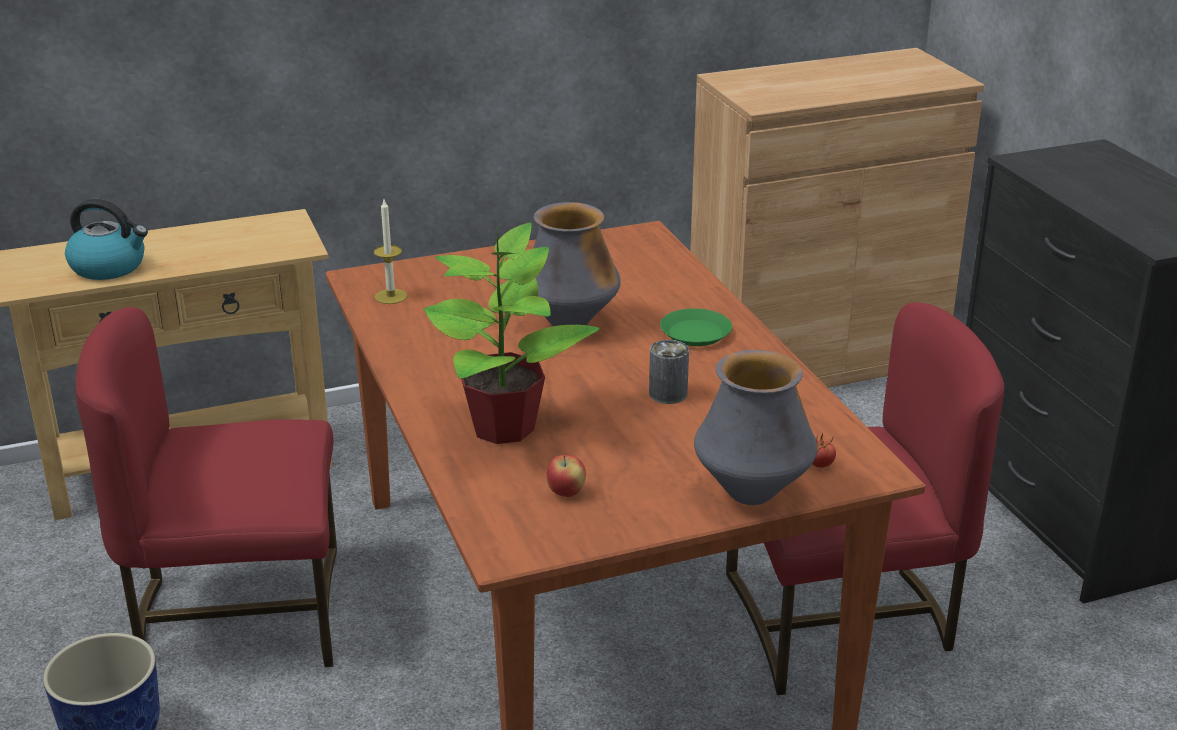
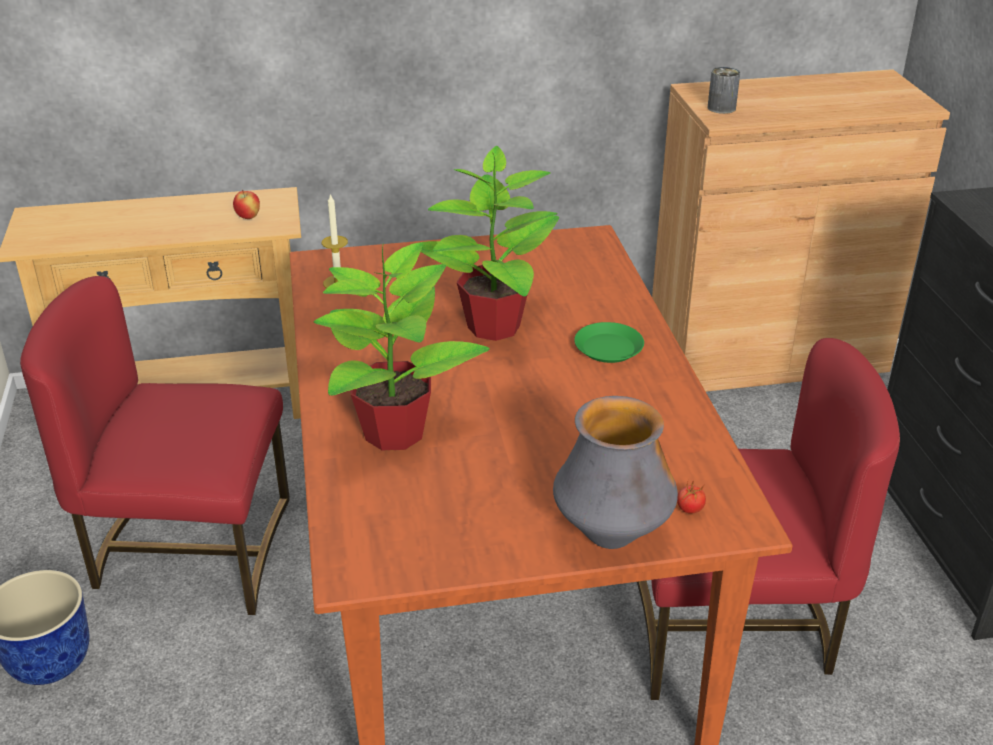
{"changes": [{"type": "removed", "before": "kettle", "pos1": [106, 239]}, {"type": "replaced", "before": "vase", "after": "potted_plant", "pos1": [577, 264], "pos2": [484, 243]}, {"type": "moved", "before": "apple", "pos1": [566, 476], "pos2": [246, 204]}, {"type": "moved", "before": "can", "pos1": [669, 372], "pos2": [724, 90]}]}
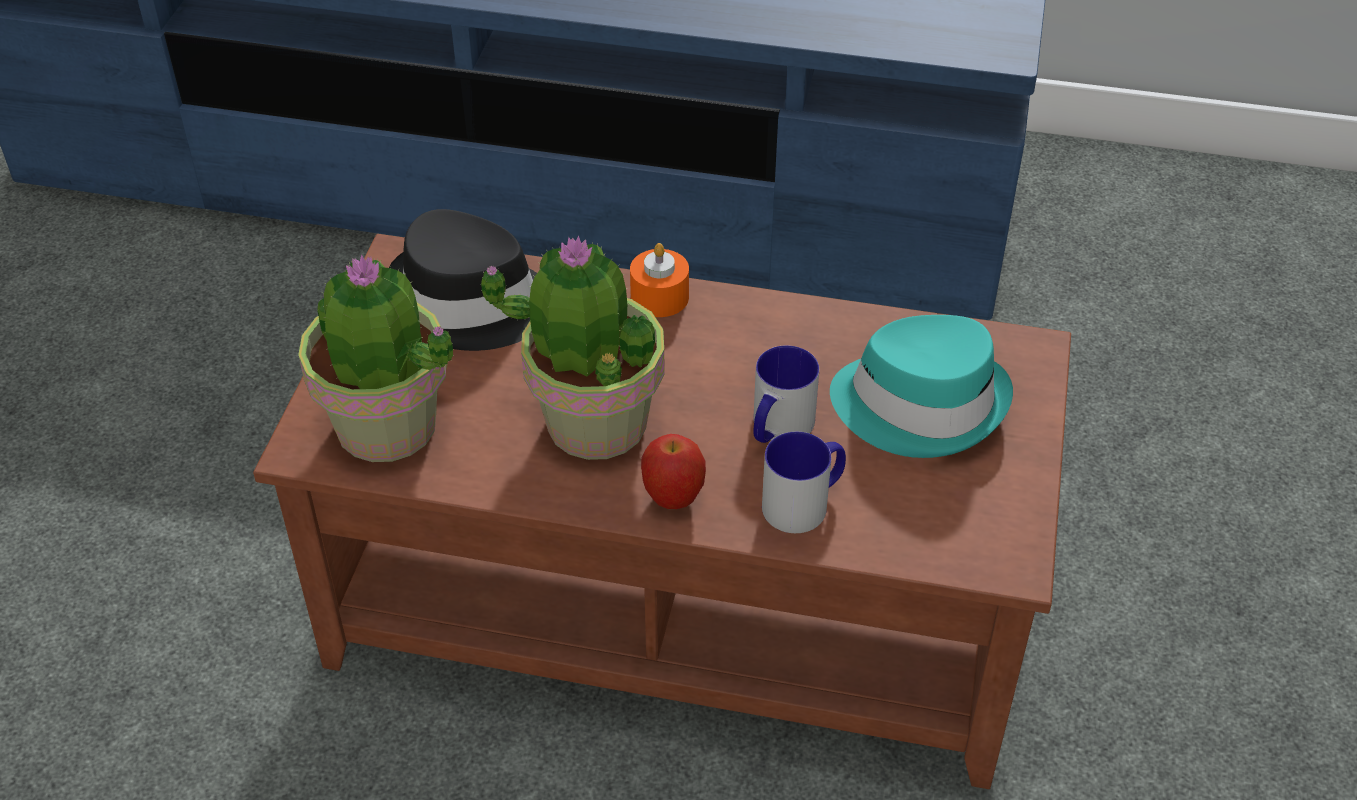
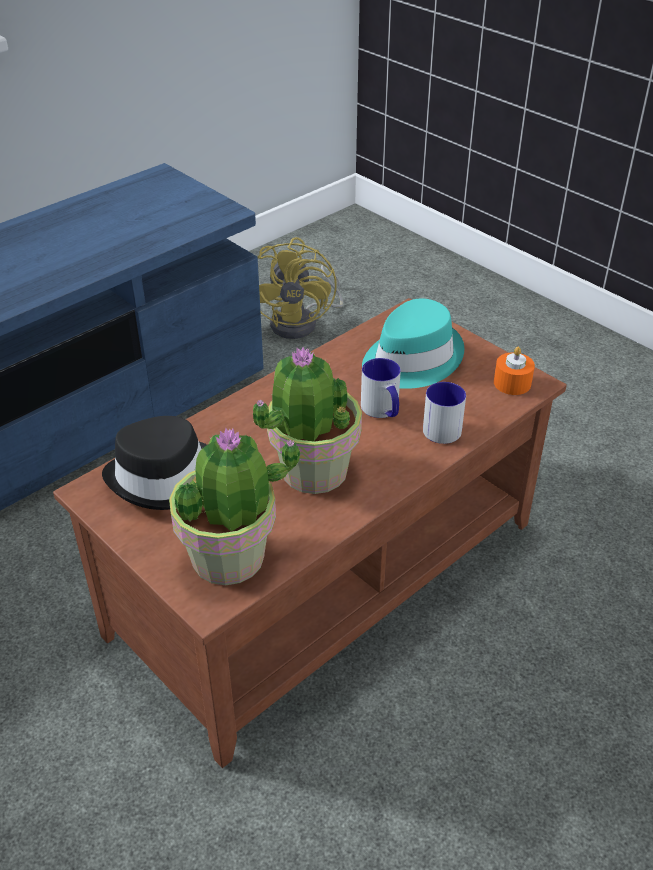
{"changes": [{"type": "moved", "before": "orange_candle", "pos1": [659, 280], "pos2": [514, 371]}, {"type": "removed", "before": "apple", "pos1": [673, 471]}, {"type": "added", "after": "yellow_fan", "pos2": [300, 288]}]}
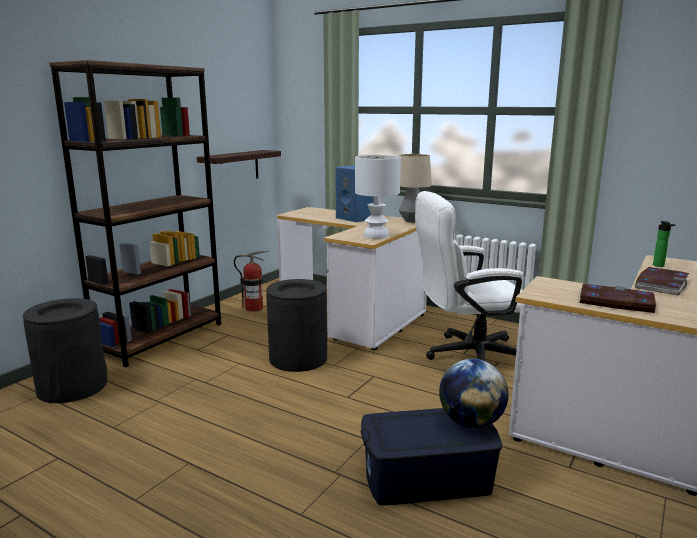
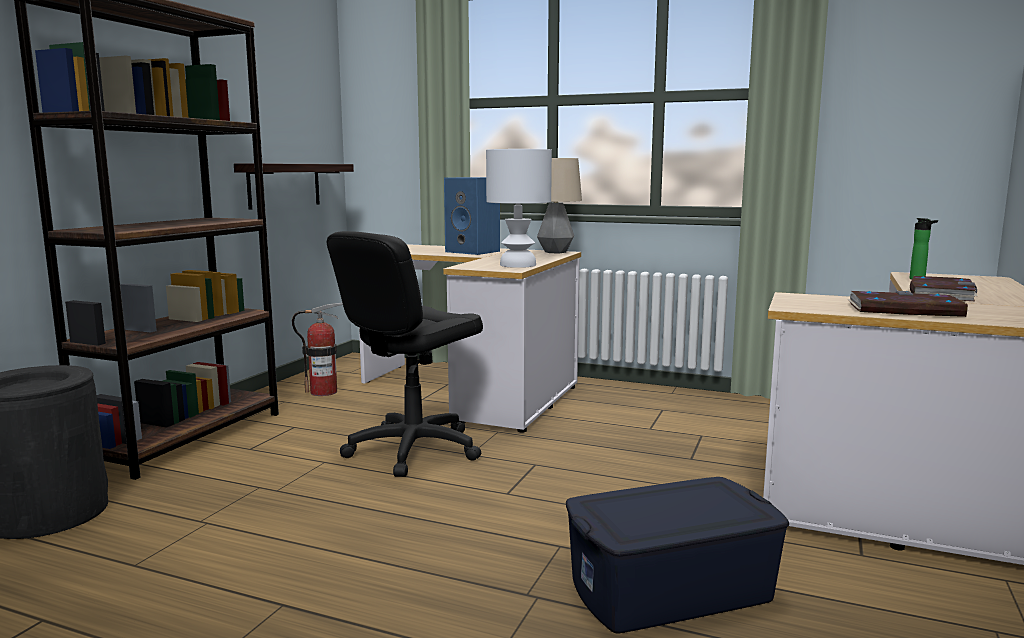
{"changes": [{"type": "replaced", "before": "black_trash_can", "after": "black_office_chair", "pos1": [296, 325], "pos2": [405, 354]}, {"type": "removed", "before": "white_office_chair", "pos1": [469, 276]}, {"type": "removed", "before": "globe", "pos1": [473, 393]}]}
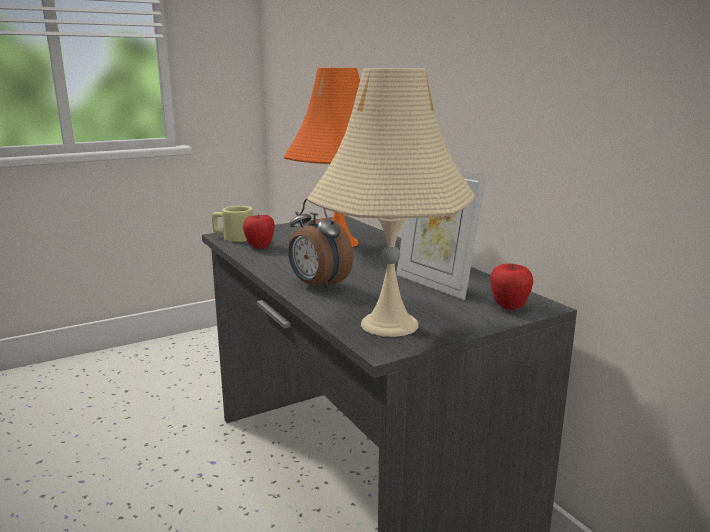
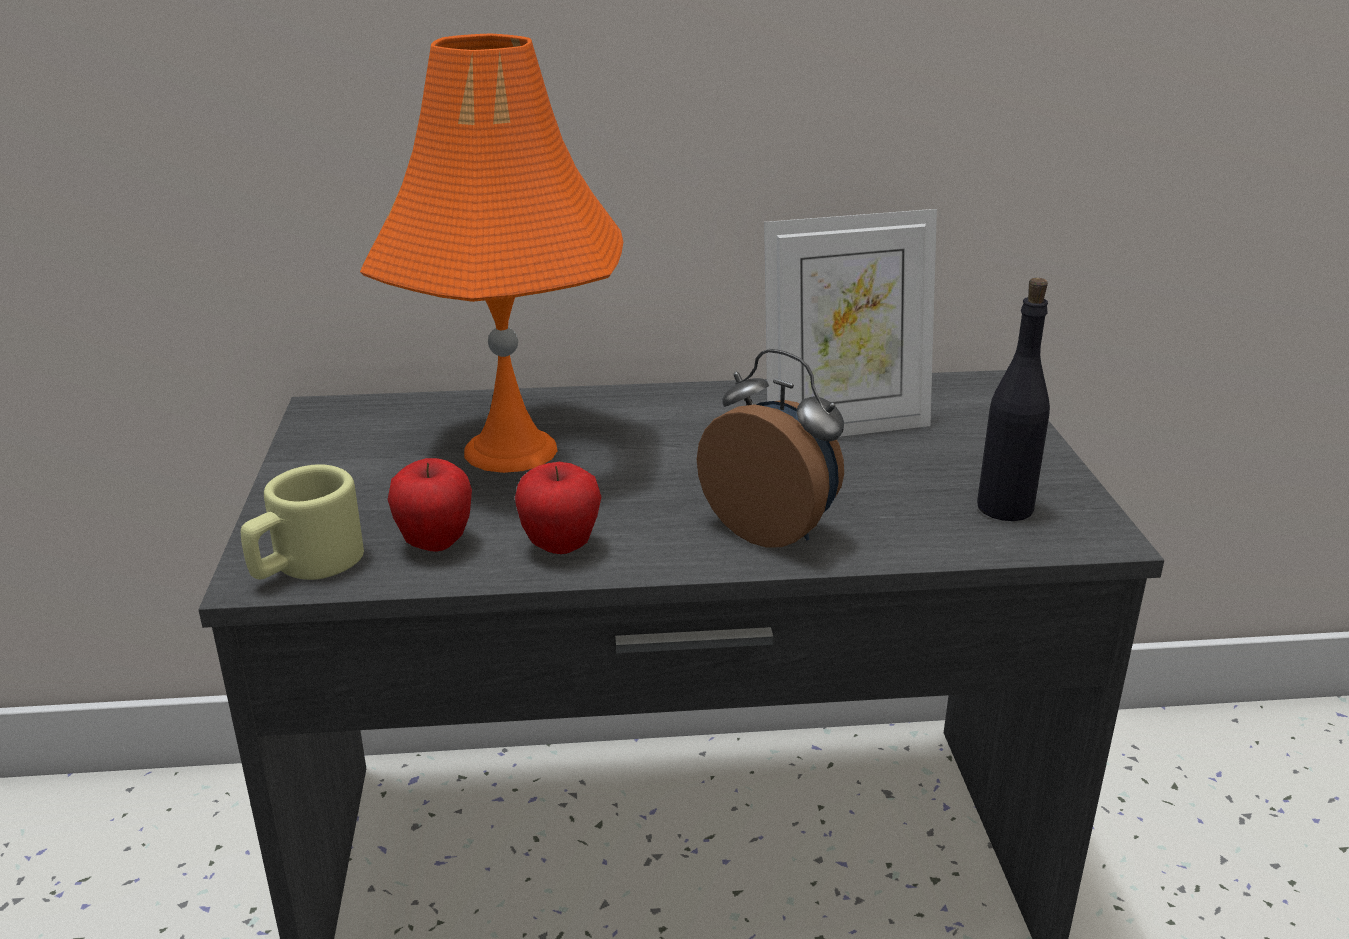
{"changes": [{"type": "turned", "before": "alarm_clock", "pos1": [320, 245], "pos2": [770, 448], "turn": -120}, {"type": "replaced", "before": "beige_table_lamp", "after": "black_bottle", "pos1": [391, 202], "pos2": [1013, 399]}, {"type": "moved", "before": "apple", "pos1": [511, 286], "pos2": [558, 508]}]}
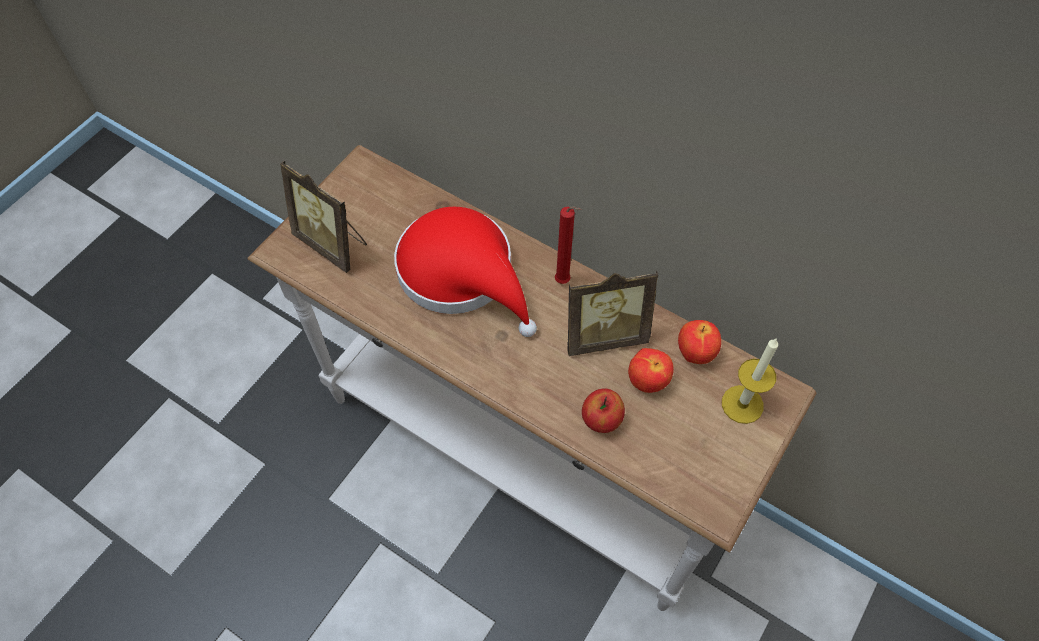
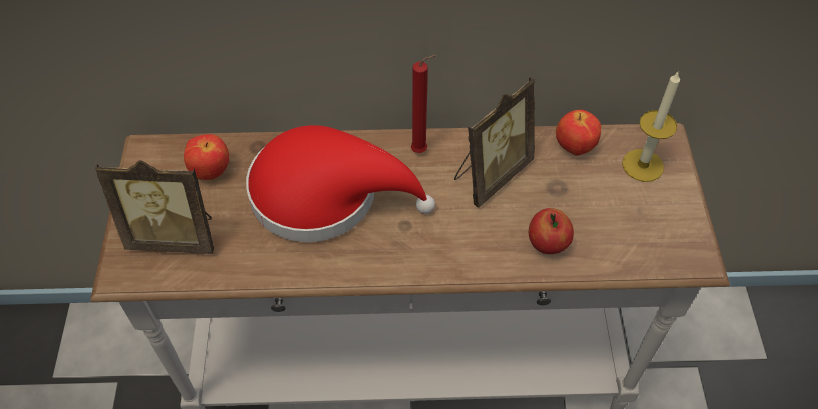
{"changes": [{"type": "moved", "before": "apple", "pos1": [651, 370], "pos2": [206, 157]}]}
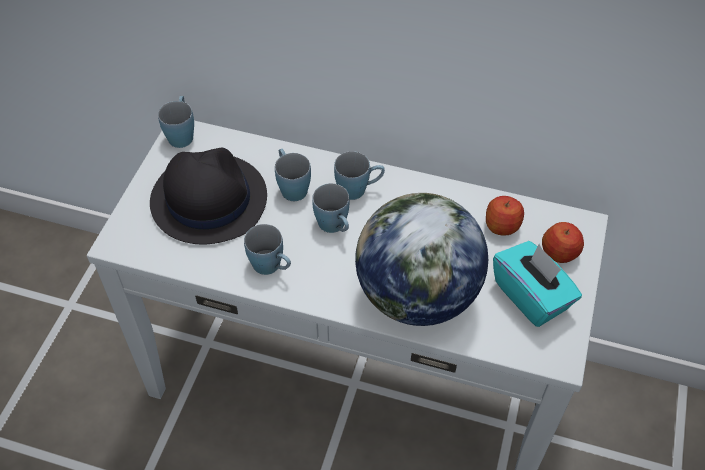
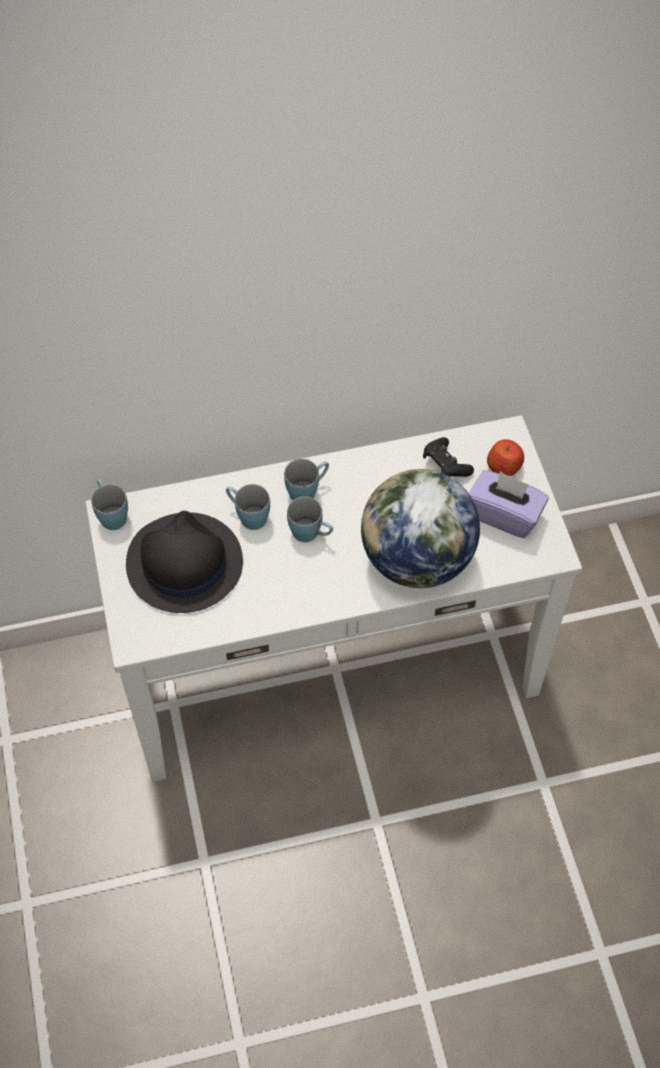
{"changes": [{"type": "removed", "before": "blue_mug", "pos1": [267, 249]}, {"type": "replaced", "before": "apple", "after": "black_game_controller", "pos1": [505, 216], "pos2": [448, 457]}, {"type": "recoloured", "before": "turquoise_tissue_box", "after": "purple_tissue_box", "pos1": [537, 284], "pos2": [509, 504]}]}
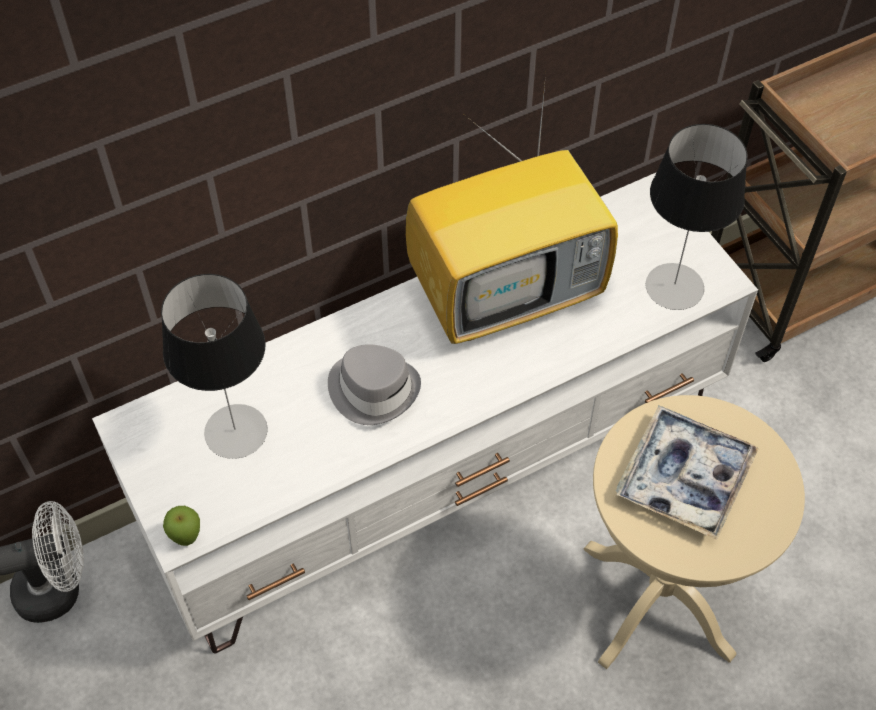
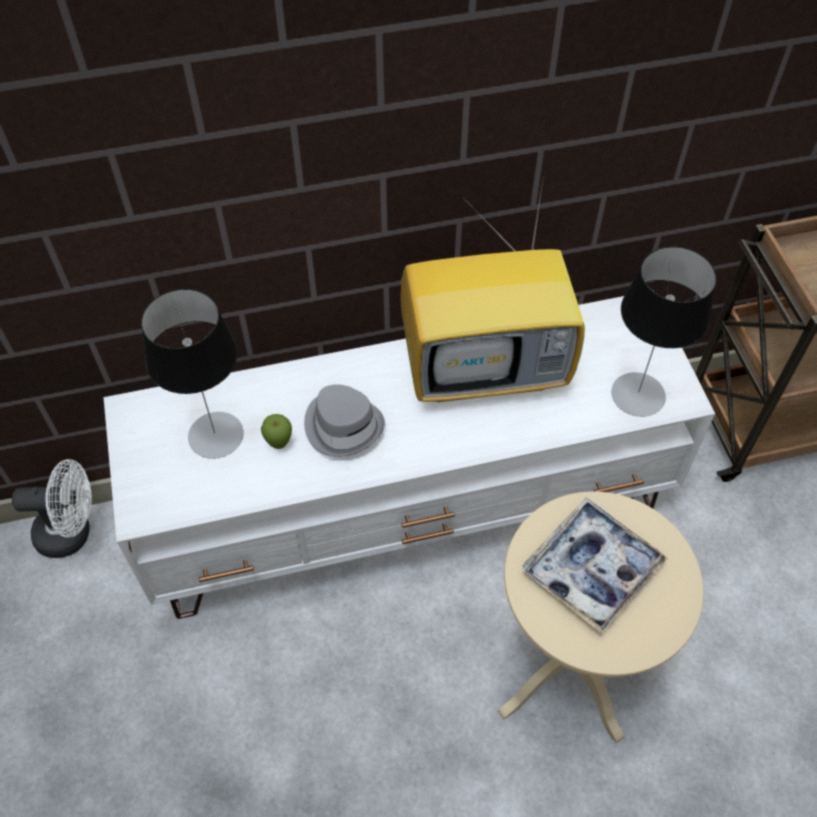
{"changes": [{"type": "moved", "before": "apple", "pos1": [181, 526], "pos2": [276, 431]}]}
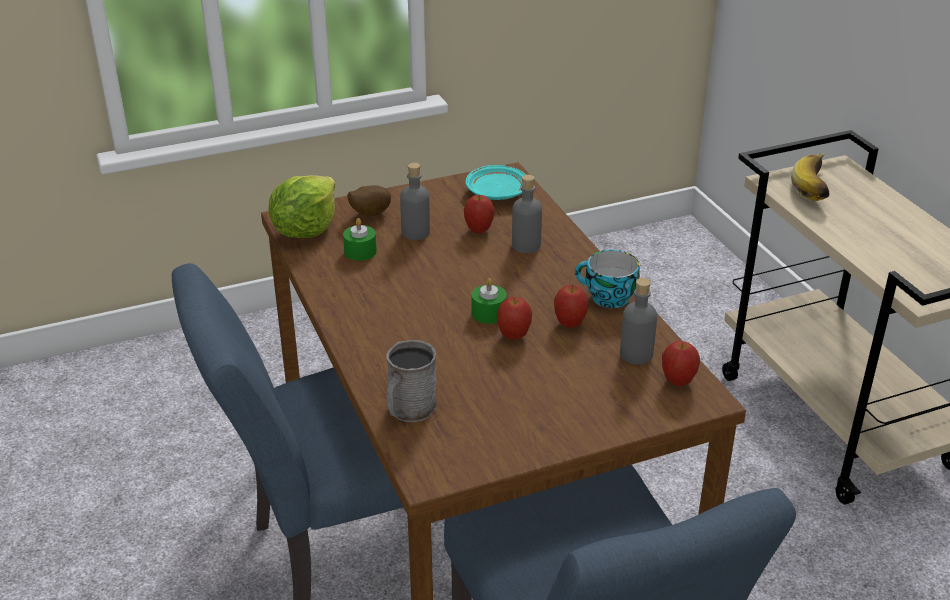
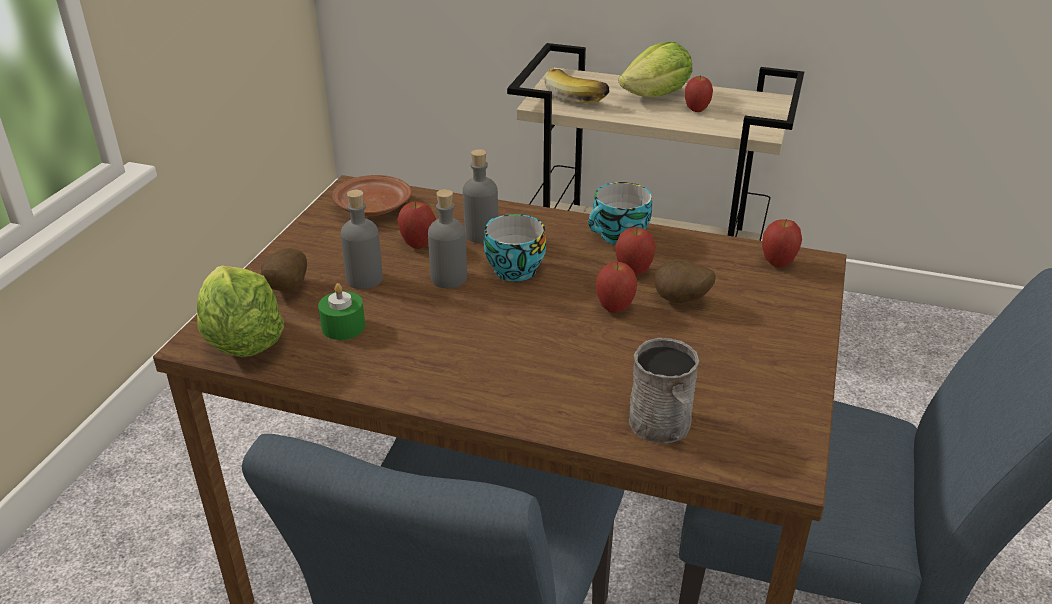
{"changes": [{"type": "recoloured", "before": "turquoise_plate", "after": "brown_plate", "pos1": [495, 182], "pos2": [372, 195]}, {"type": "removed", "before": "green_candle", "pos1": [489, 301]}, {"type": "moved", "before": "grey_bottle", "pos1": [638, 321], "pos2": [447, 238]}, {"type": "added", "after": "cup", "pos2": [515, 247]}, {"type": "added", "after": "lettuce", "pos2": [655, 69]}, {"type": "added", "after": "potato", "pos2": [685, 281]}, {"type": "added", "after": "apple", "pos2": [699, 94]}]}
